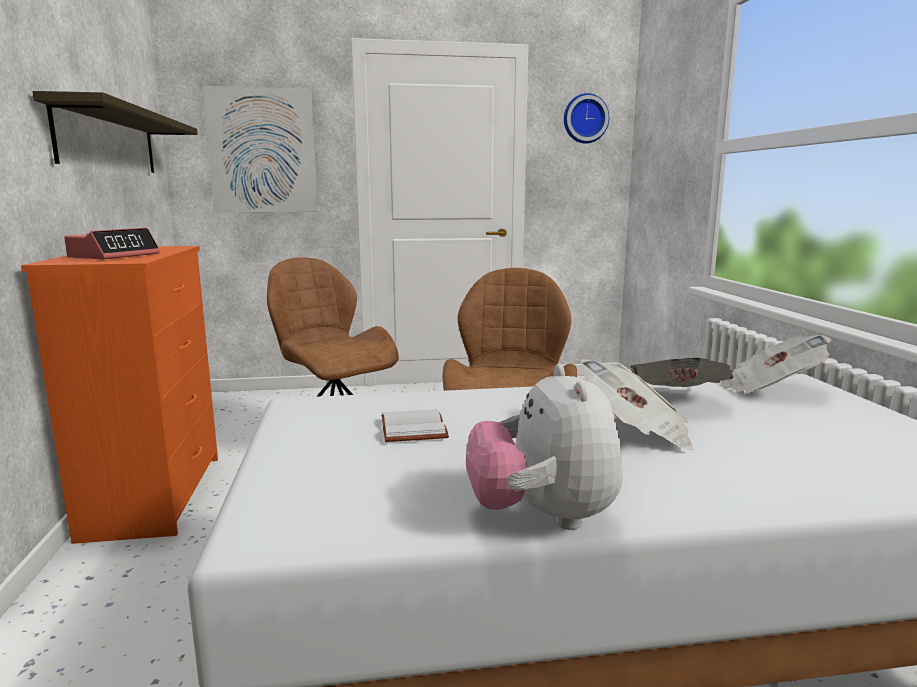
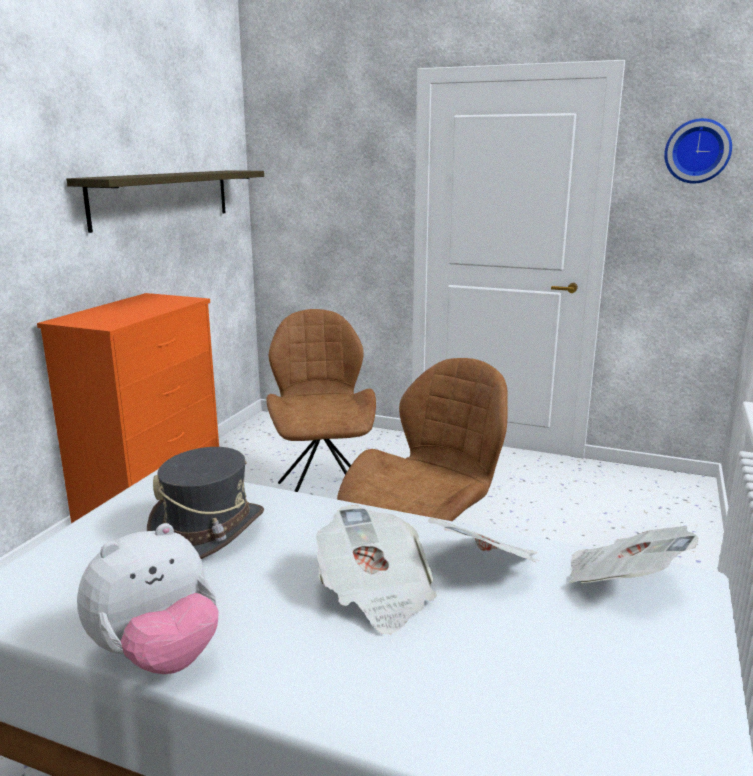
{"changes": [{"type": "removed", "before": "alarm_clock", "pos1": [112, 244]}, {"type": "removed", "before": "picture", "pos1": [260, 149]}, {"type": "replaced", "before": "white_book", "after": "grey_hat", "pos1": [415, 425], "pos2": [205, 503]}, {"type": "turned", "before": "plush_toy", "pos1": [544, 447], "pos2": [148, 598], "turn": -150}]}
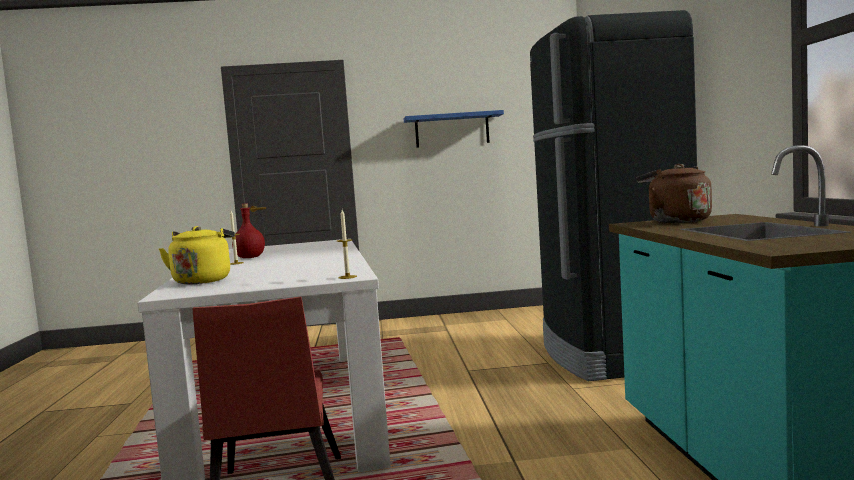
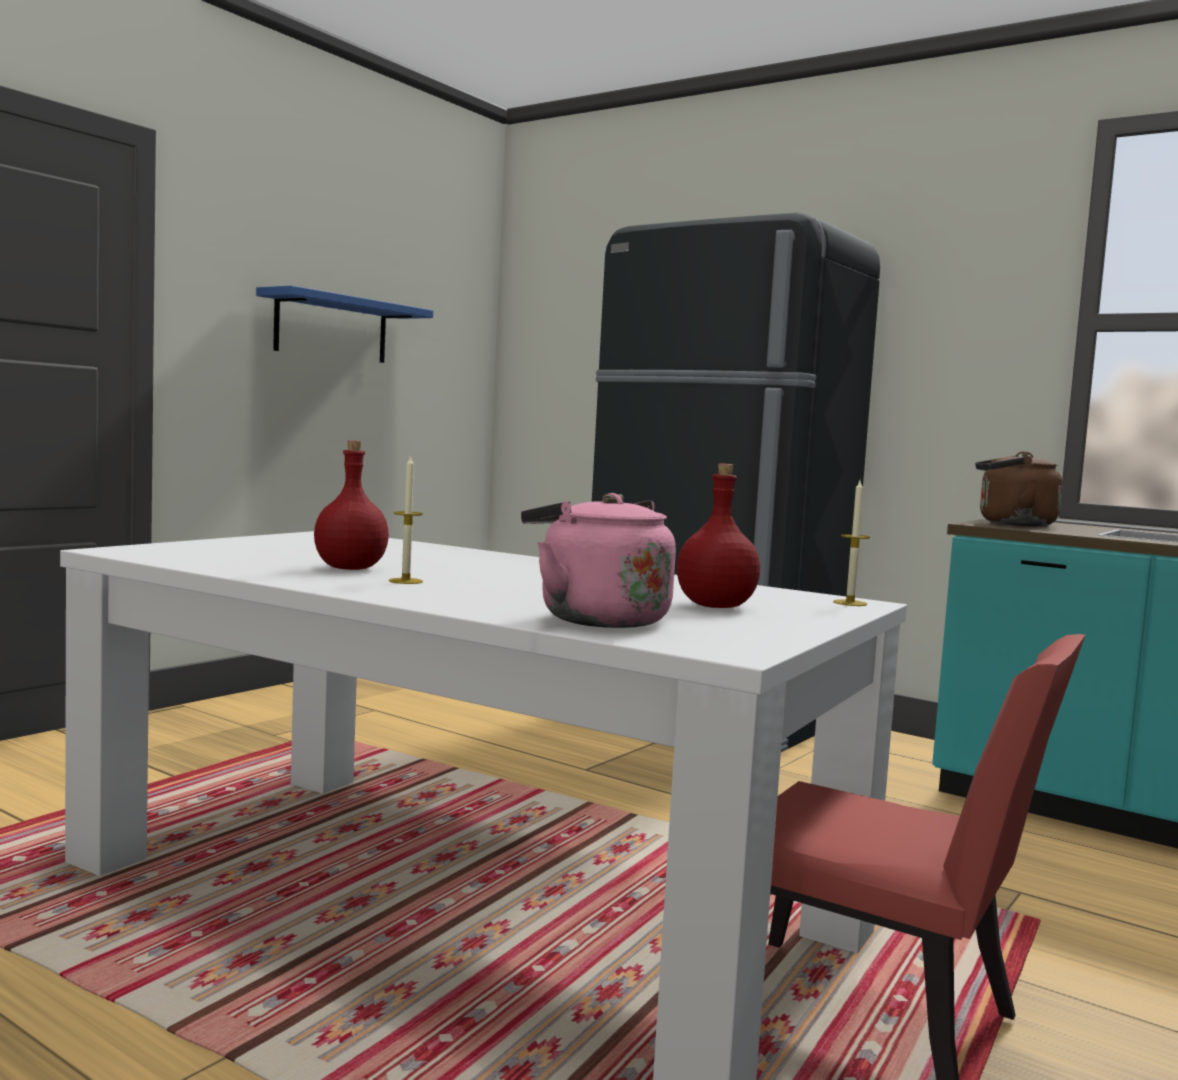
{"changes": [{"type": "recoloured", "before": "yellow_kettle", "after": "pink_kettle", "pos1": [197, 255], "pos2": [598, 560]}, {"type": "added", "after": "red_bottle", "pos2": [718, 536]}]}
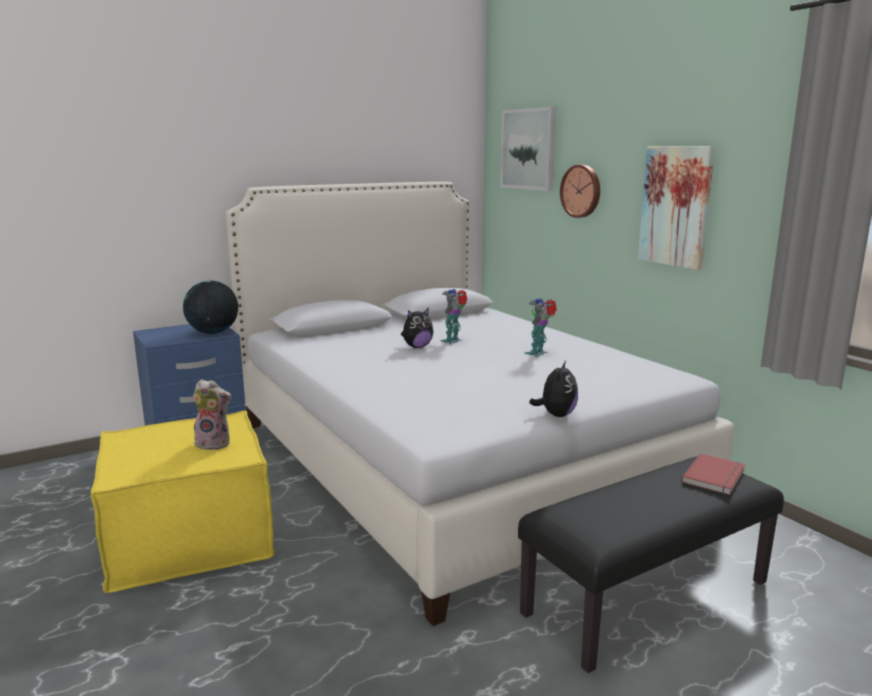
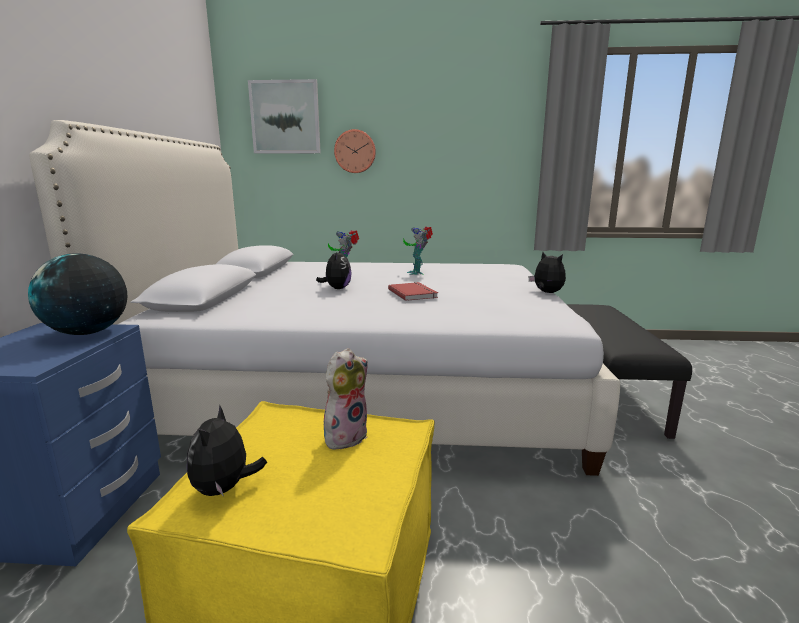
{"changes": [{"type": "removed", "before": "picture", "pos1": [676, 208]}, {"type": "moved", "before": "red_book", "pos1": [713, 474], "pos2": [413, 291]}, {"type": "added", "after": "plush_toy", "pos2": [227, 450]}]}
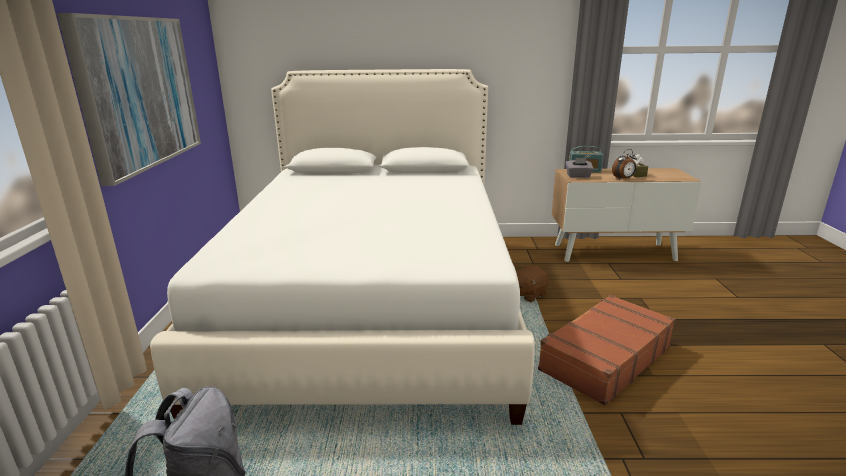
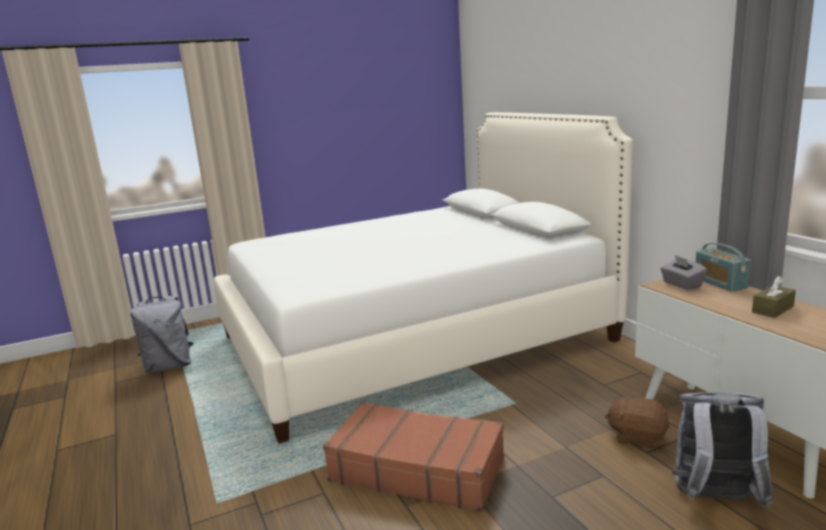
{"changes": [{"type": "removed", "before": "picture", "pos1": [129, 99]}, {"type": "moved", "before": "brown_plush_toy", "pos1": [532, 284], "pos2": [637, 421]}, {"type": "removed", "before": "alarm_clock", "pos1": [624, 164]}, {"type": "added", "after": "grey_backpack", "pos2": [723, 449]}]}
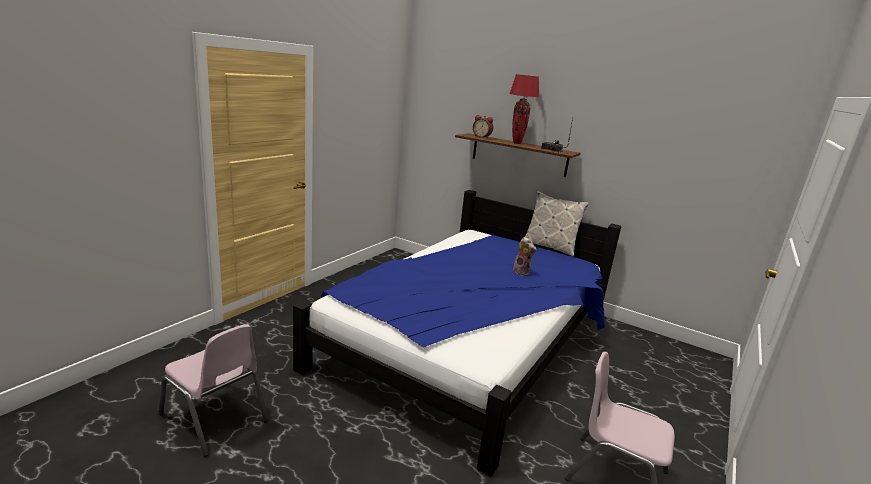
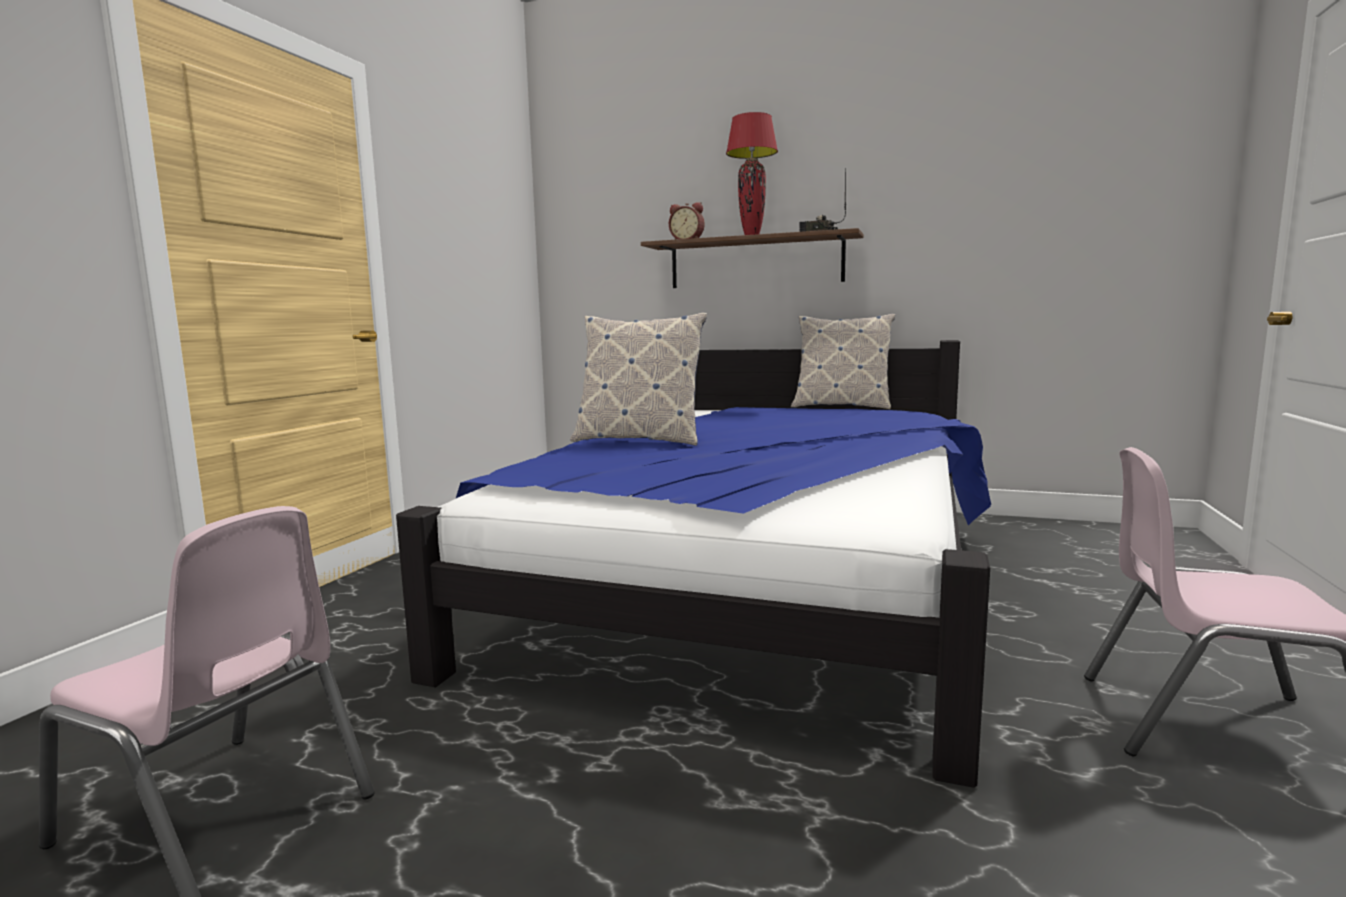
{"changes": [{"type": "removed", "before": "plush_toy", "pos1": [525, 256]}, {"type": "added", "after": "pillow", "pos2": [638, 379]}]}
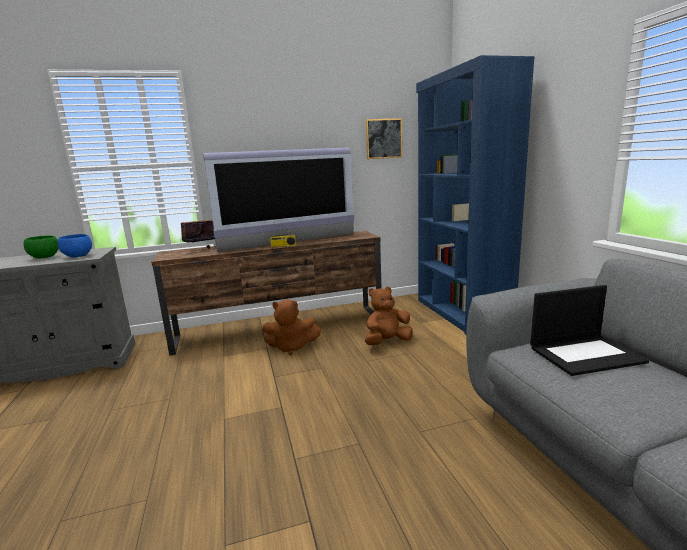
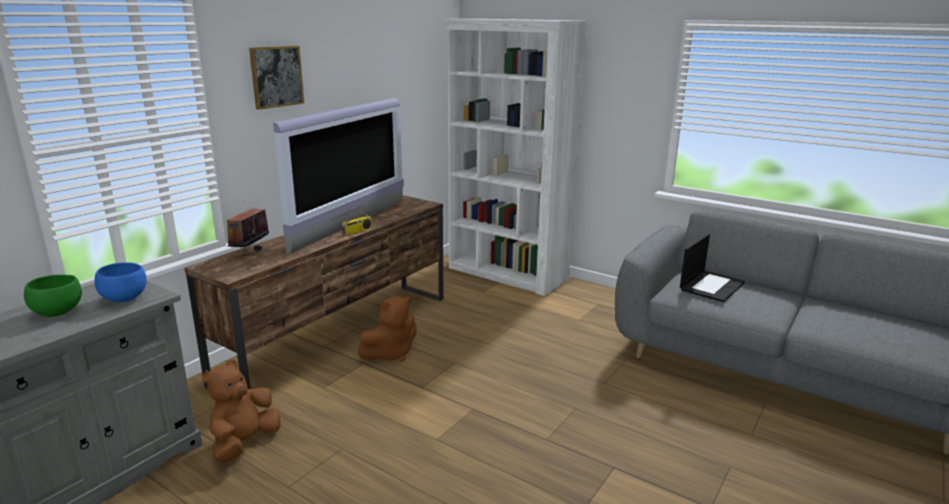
{"changes": [{"type": "moved", "before": "brown_plush_toy", "pos1": [389, 316], "pos2": [241, 411]}, {"type": "moved", "before": "picture", "pos1": [384, 138], "pos2": [276, 78]}, {"type": "recoloured", "before": "blue_bookcase", "after": "white_bookcase", "pos1": [475, 195], "pos2": [516, 157]}]}
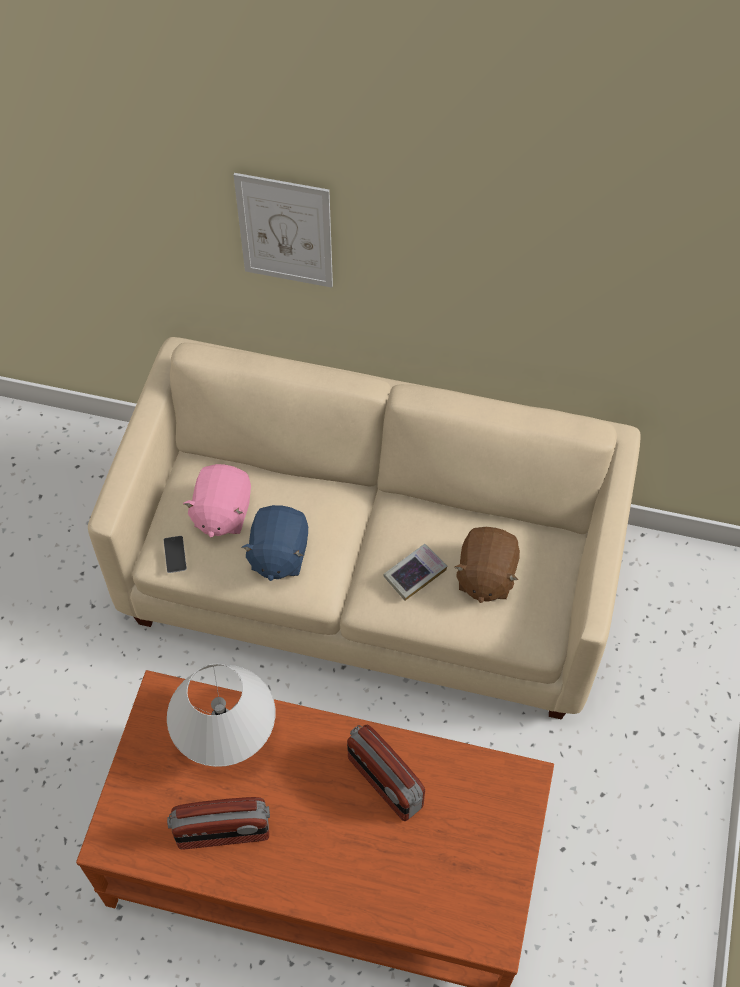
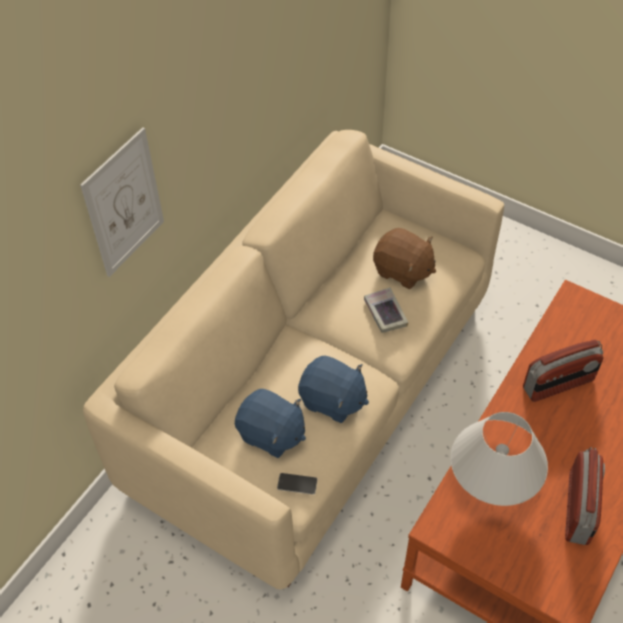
{"changes": [{"type": "recoloured", "before": "pink_plush_toy", "after": "blue_plush_toy", "pos1": [217, 500], "pos2": [270, 423]}]}
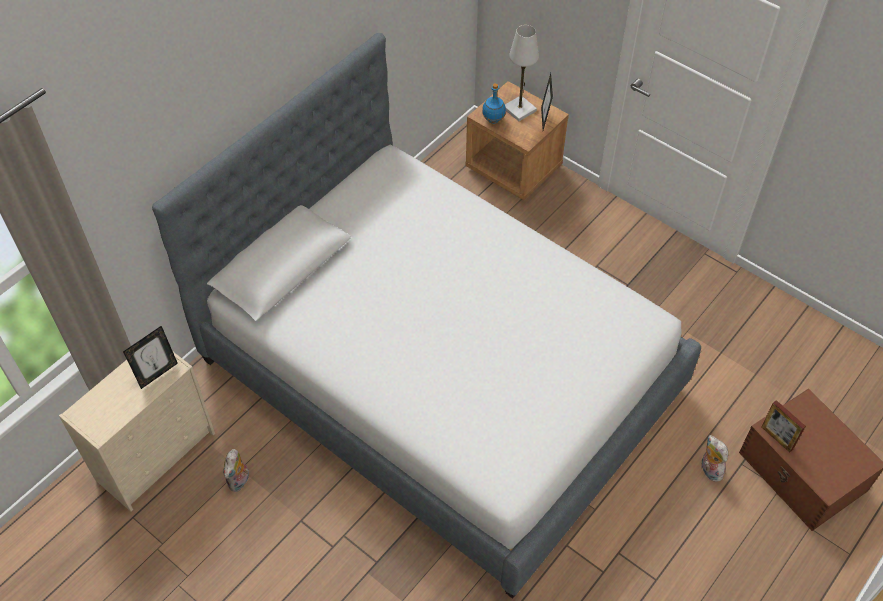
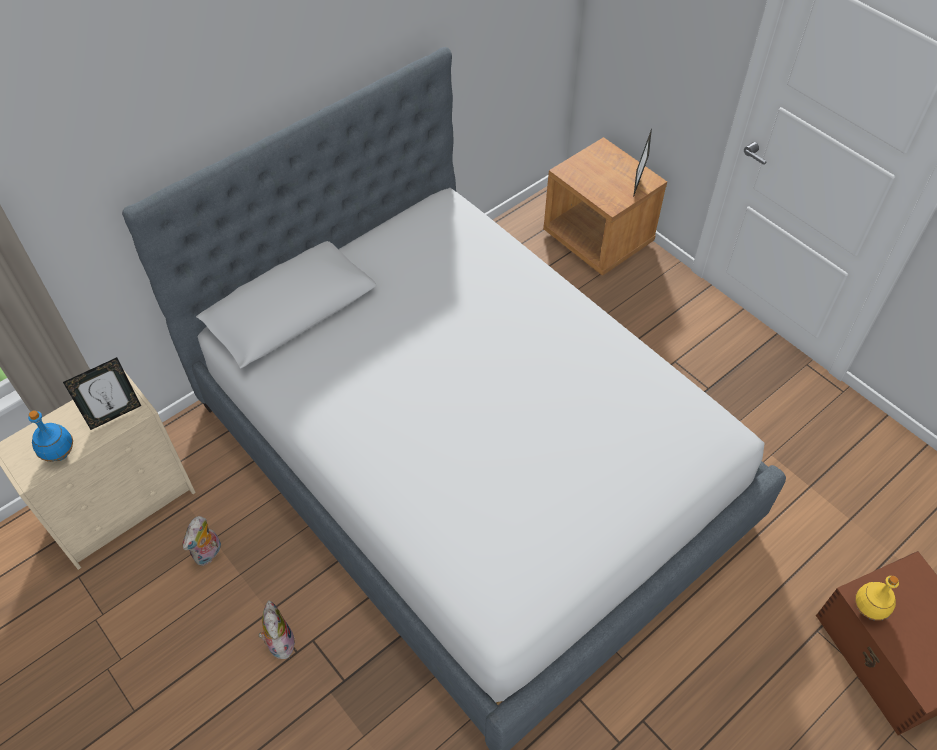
{"changes": [{"type": "moved", "before": "blue_bottle", "pos1": [494, 103], "pos2": [50, 436]}, {"type": "removed", "before": "white_table_lamp", "pos1": [522, 73]}, {"type": "moved", "before": "plush_toy", "pos1": [715, 458], "pos2": [277, 629]}, {"type": "replaced", "before": "picture_frame", "after": "yellow_bottle", "pos1": [783, 426], "pos2": [877, 598]}]}
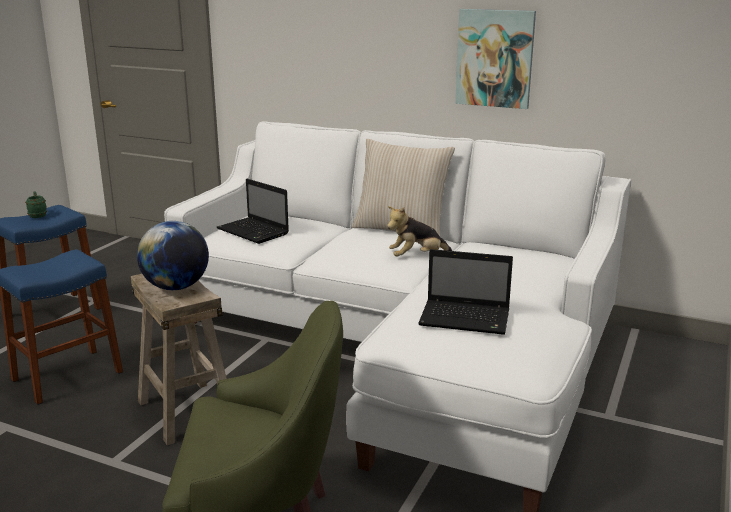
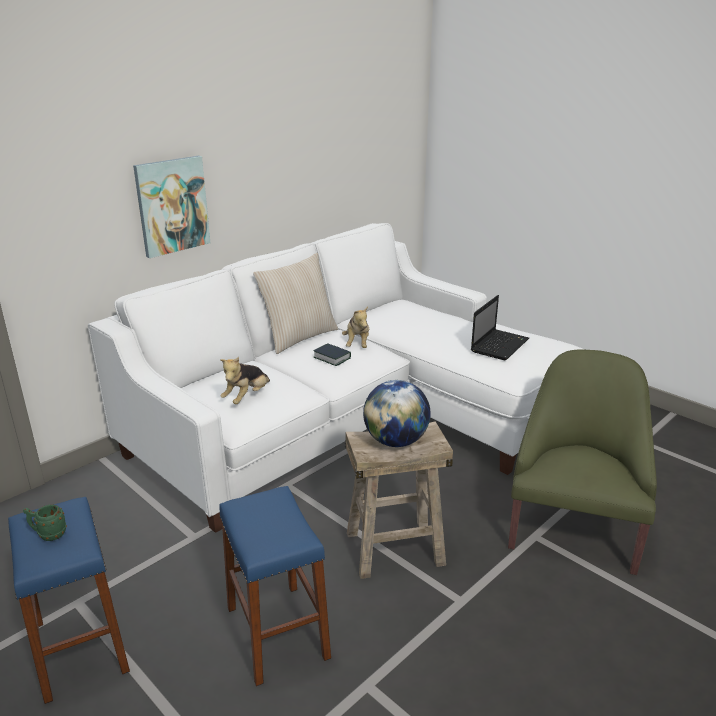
{"changes": [{"type": "replaced", "before": "laptop", "after": "plush_toy", "pos1": [253, 211], "pos2": [245, 380]}, {"type": "moved", "before": "picture", "pos1": [495, 59], "pos2": [171, 207]}, {"type": "added", "after": "book", "pos2": [332, 354]}]}
